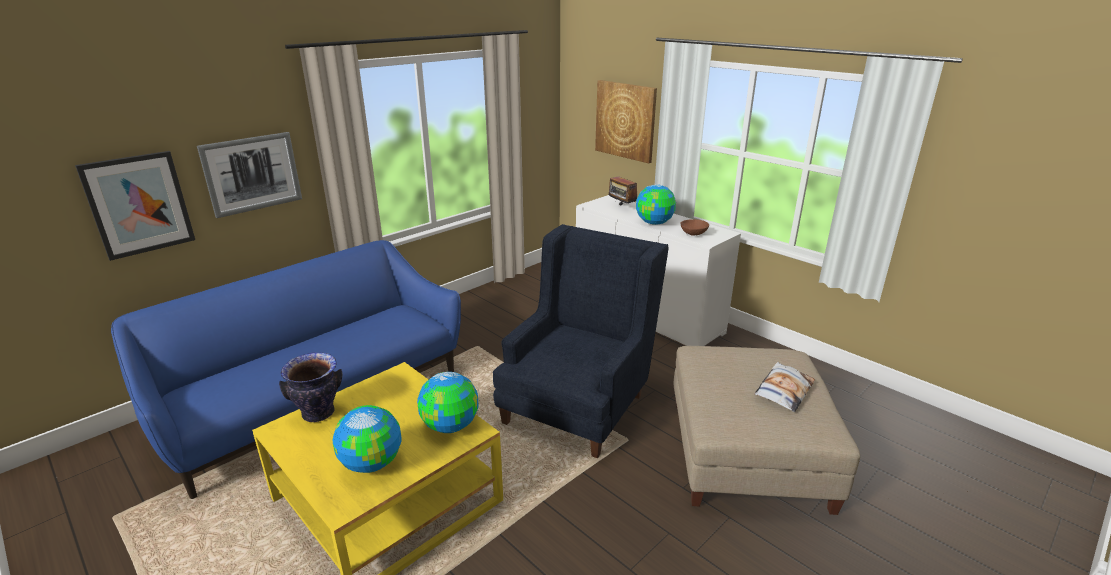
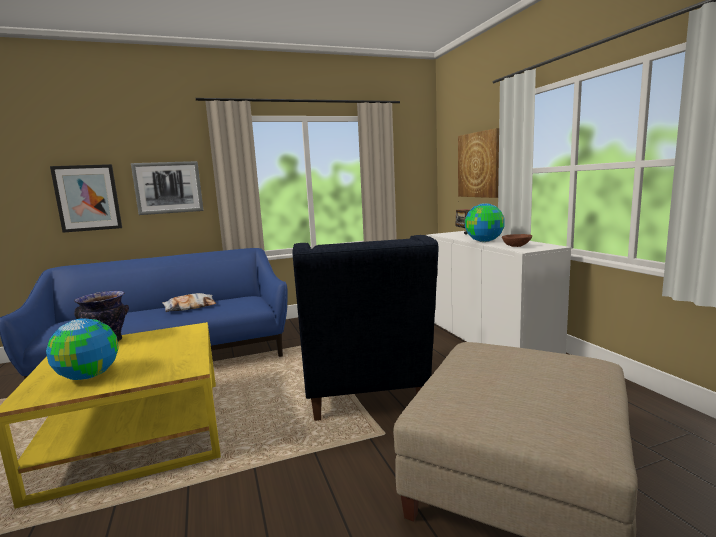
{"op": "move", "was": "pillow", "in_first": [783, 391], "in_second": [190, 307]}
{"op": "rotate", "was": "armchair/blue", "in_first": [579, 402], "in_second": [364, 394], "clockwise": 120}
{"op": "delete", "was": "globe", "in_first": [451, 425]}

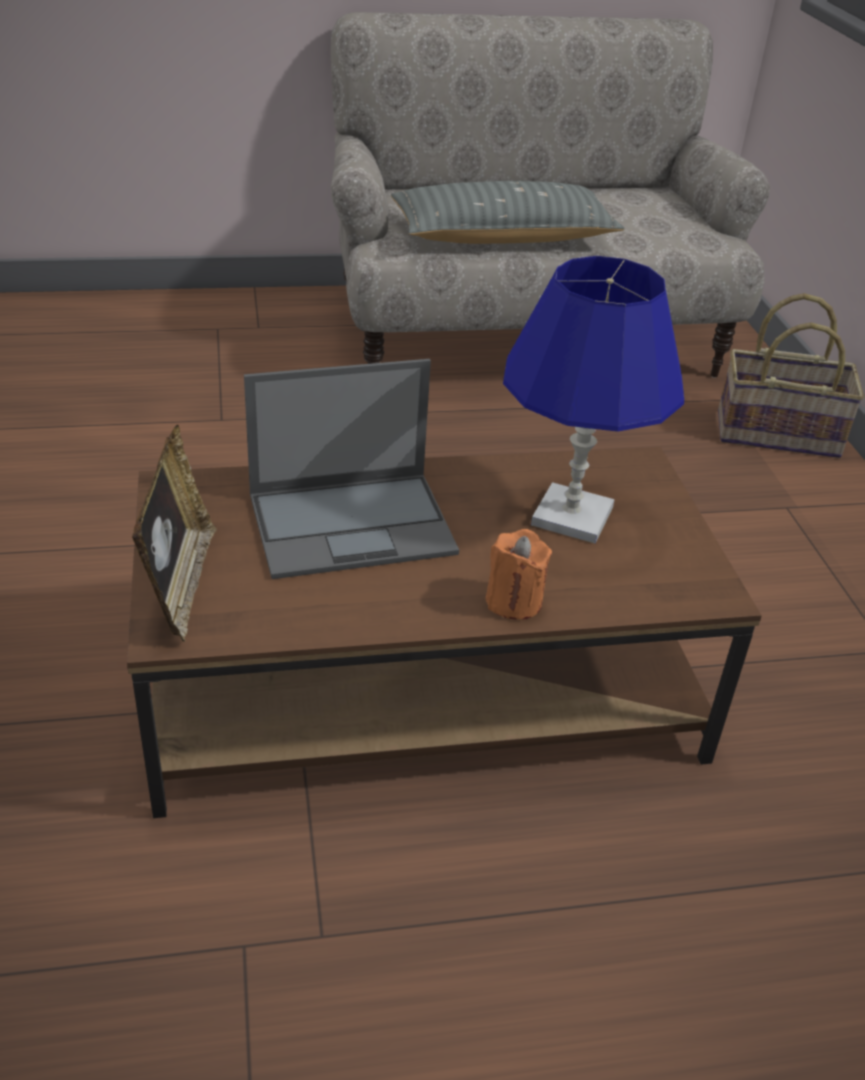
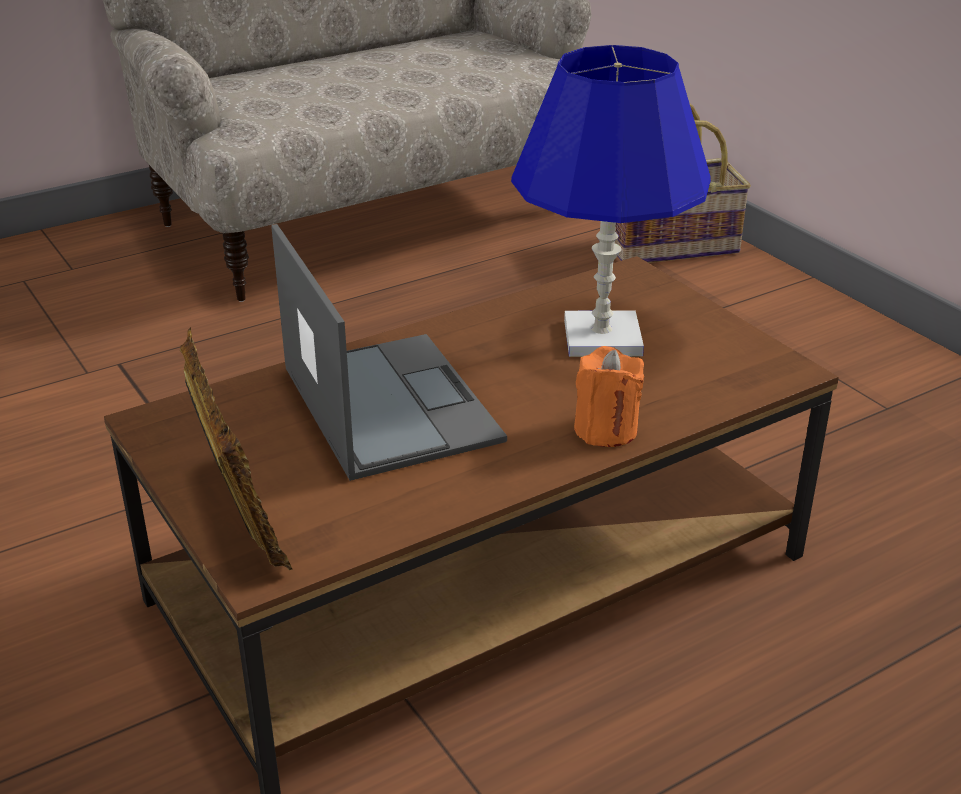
{"op": "rotate", "was": "laptop", "in_first": [354, 523], "in_second": [388, 403], "clockwise": -75}
{"op": "delete", "was": "pillow/grey", "in_first": [503, 236]}

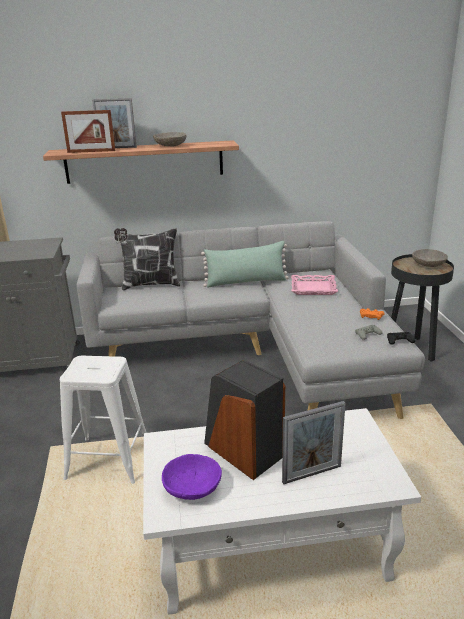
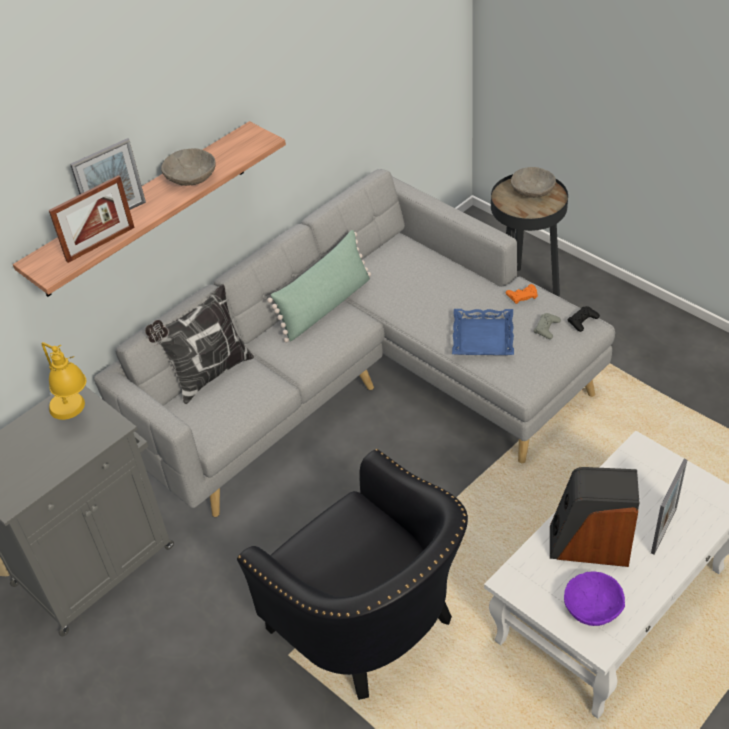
{"op": "insert", "now": "table lamp/yellow", "in_second": [75, 414]}
{"op": "replace", "was": "stool/white", "now": "armchair/black", "in_first": [108, 460], "in_second": [371, 626]}
{"op": "insert", "now": "tray/blue", "in_second": [483, 337]}
{"op": "delete", "was": "tray/pink", "in_first": [313, 288]}

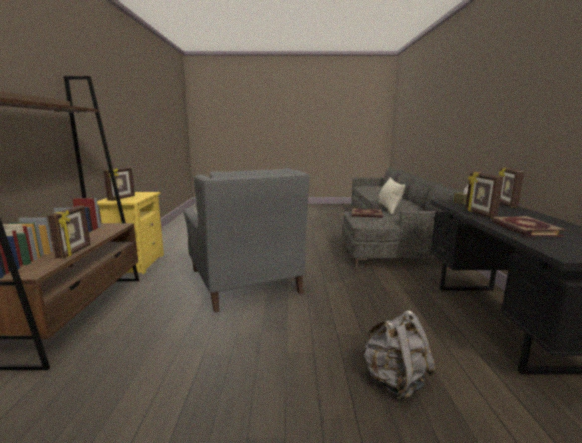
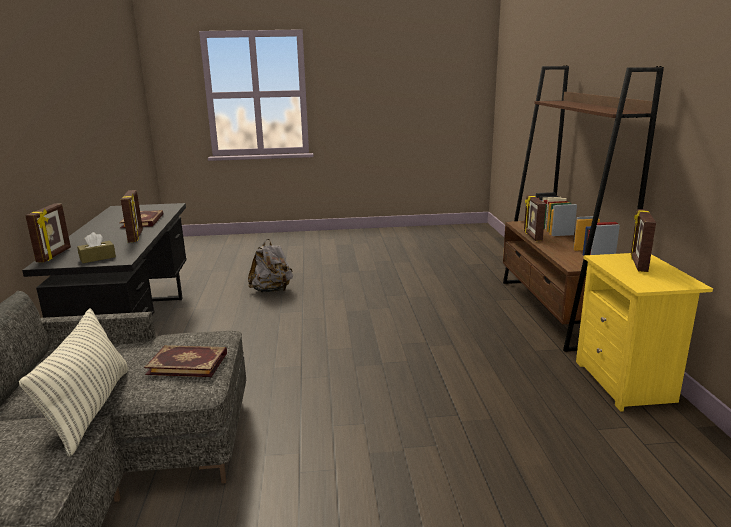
{"op": "delete", "was": "armchair/grey", "in_first": [244, 281]}

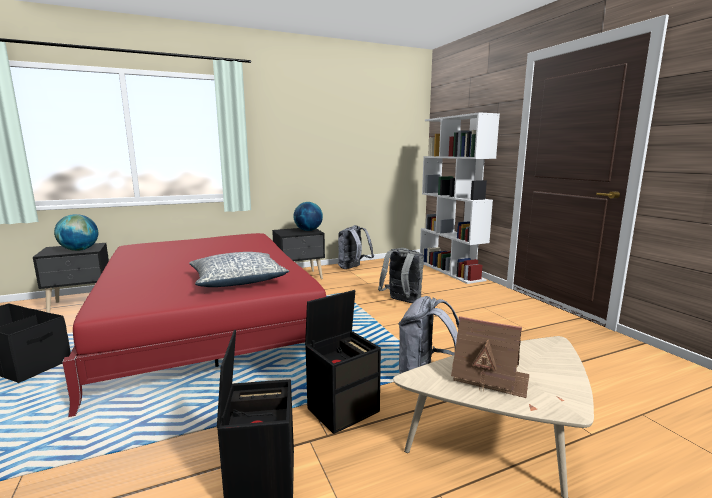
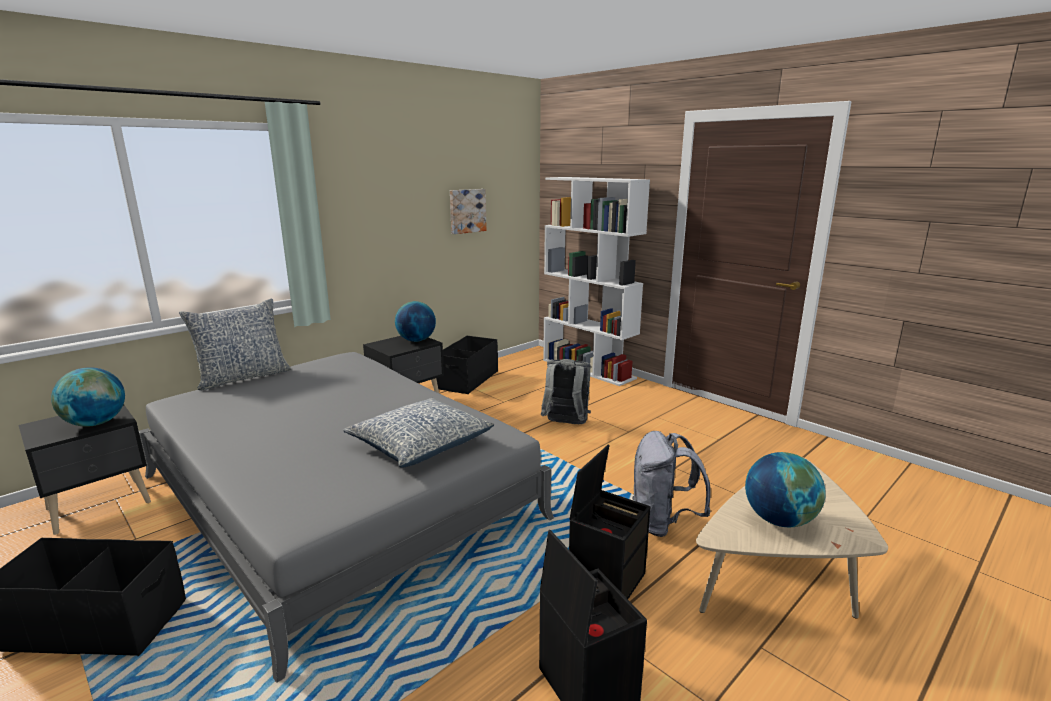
{"op": "recolor", "was": "bed/red", "now": "bed/grey", "in_first": [207, 321], "in_second": [337, 496]}
{"op": "insert", "now": "pillow", "in_second": [243, 377]}
{"op": "replace", "was": "backpack/grey", "now": "storage box/black", "in_first": [353, 268], "in_second": [467, 380]}
{"op": "insert", "now": "picture", "in_second": [467, 211]}
{"op": "replace", "was": "toy house", "now": "globe", "in_first": [489, 377], "in_second": [779, 520]}

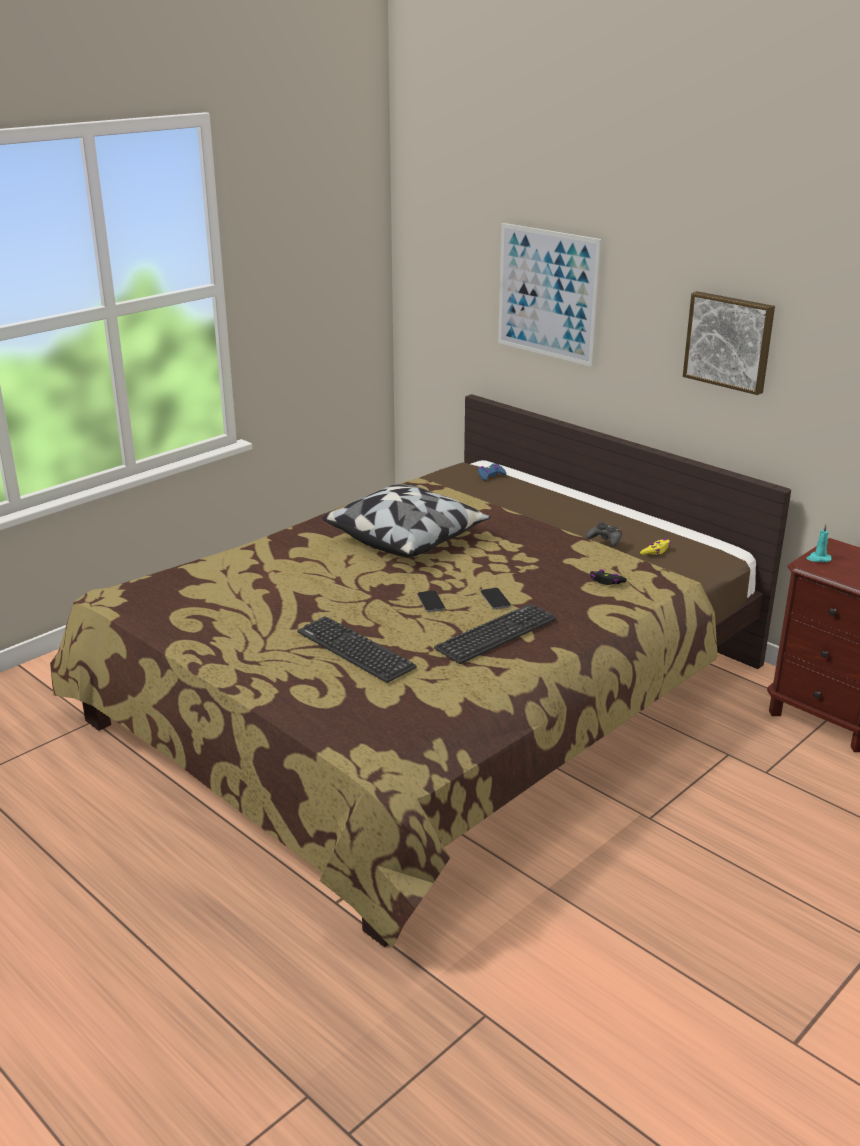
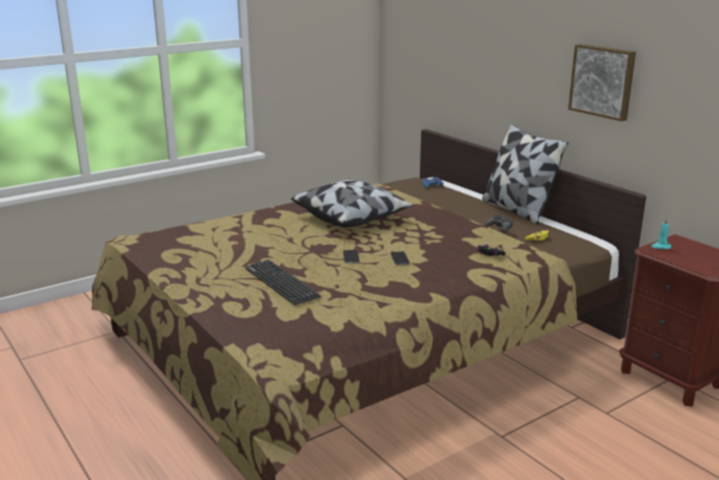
{"op": "insert", "now": "pillow", "in_second": [517, 210]}
{"op": "delete", "was": "keyboard", "in_first": [496, 634]}
{"op": "delete", "was": "picture", "in_first": [547, 293]}

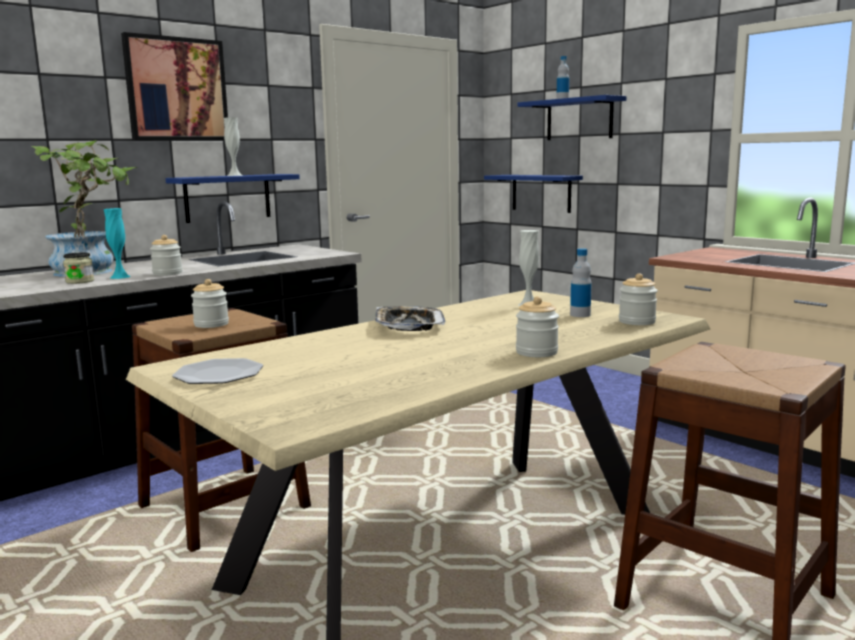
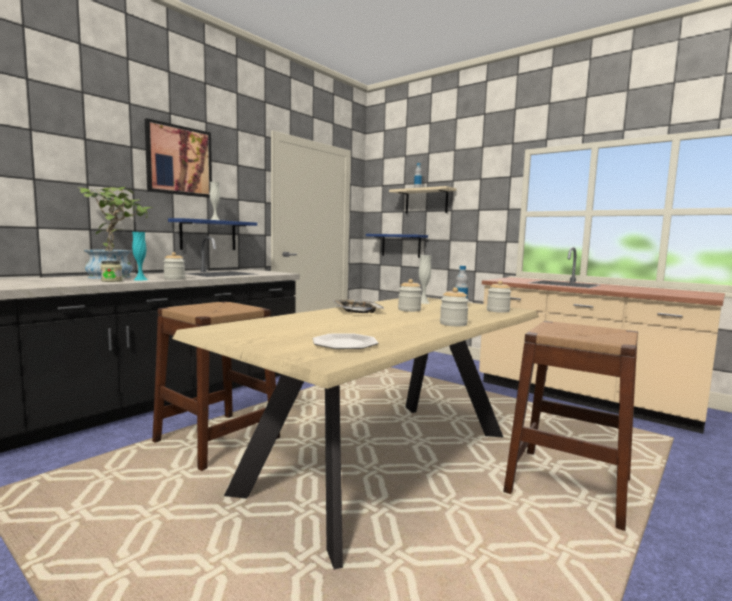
{"op": "move", "was": "plate", "in_first": [219, 374], "in_second": [345, 344]}
{"op": "recolor", "was": "shelf/blue", "now": "shelf/beige", "in_first": [579, 119], "in_second": [426, 201]}
{"op": "move", "was": "jar", "in_first": [211, 324], "in_second": [409, 310]}

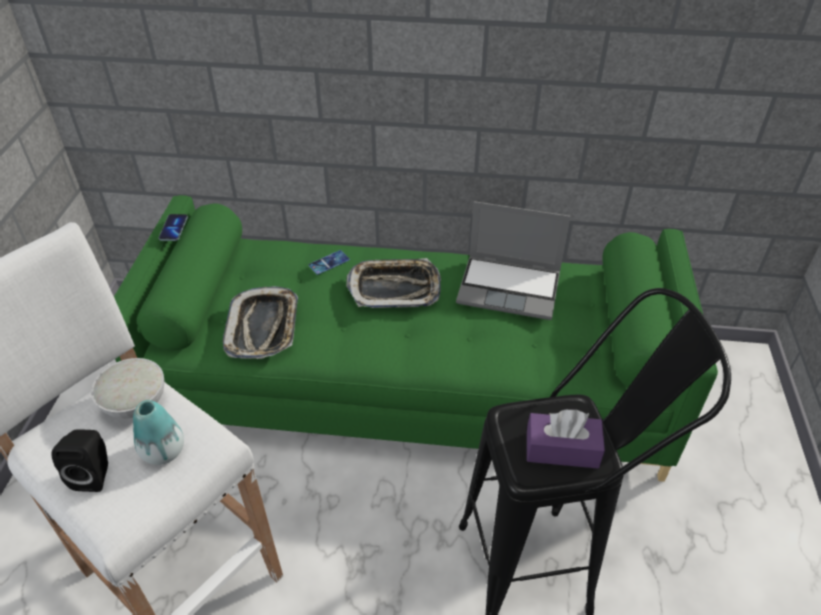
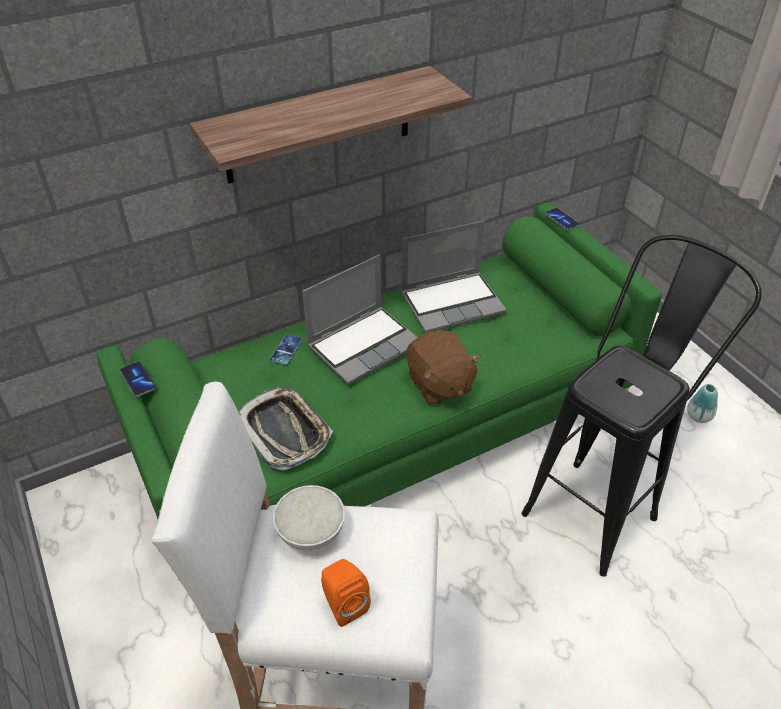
{"op": "insert", "now": "shelf", "in_second": [318, 125]}
{"op": "replace", "was": "tray", "now": "laptop", "in_first": [394, 288], "in_second": [364, 345]}
{"op": "recolor", "was": "speaker/black", "now": "speaker/orange", "in_first": [95, 474], "in_second": [343, 604]}
{"op": "insert", "now": "plush toy/brown", "in_second": [439, 384]}
{"op": "insert", "now": "phone", "in_second": [562, 220]}
{"op": "move", "was": "vase", "in_first": [163, 451], "in_second": [698, 416]}
{"op": "delete", "was": "tissue box/purple", "in_first": [562, 449]}

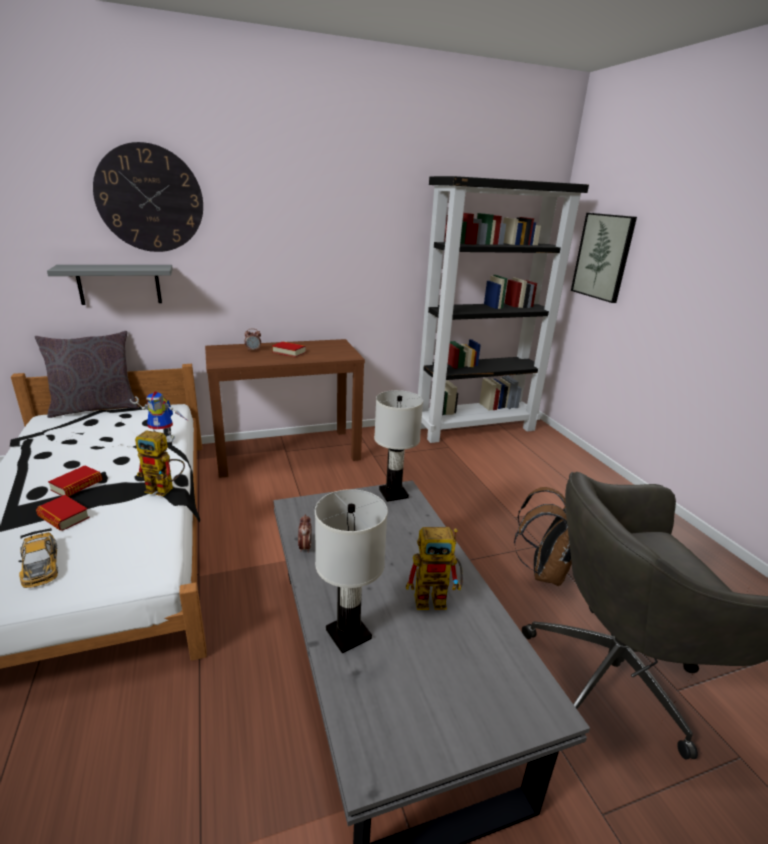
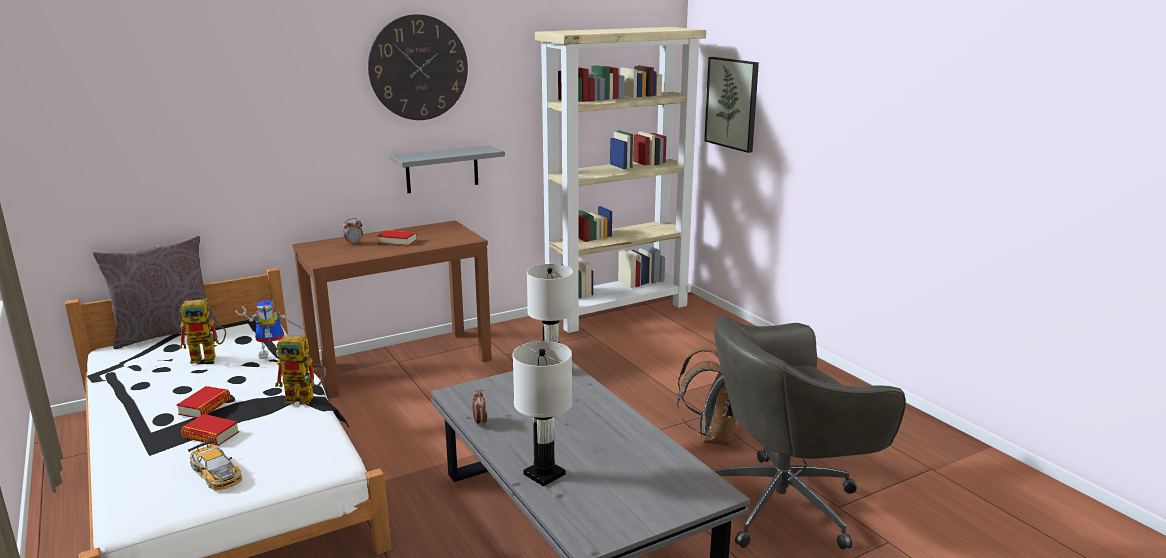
{"op": "move", "was": "toy robot", "in_first": [437, 598], "in_second": [209, 357]}
{"op": "move", "was": "wall clock", "in_first": [150, 199], "in_second": [418, 68]}
{"op": "move", "was": "shelf/grey", "in_first": [119, 284], "in_second": [442, 169]}
{"op": "recolor", "was": "bookcase/black", "now": "bookcase/beige", "in_first": [475, 427], "in_second": [617, 310]}

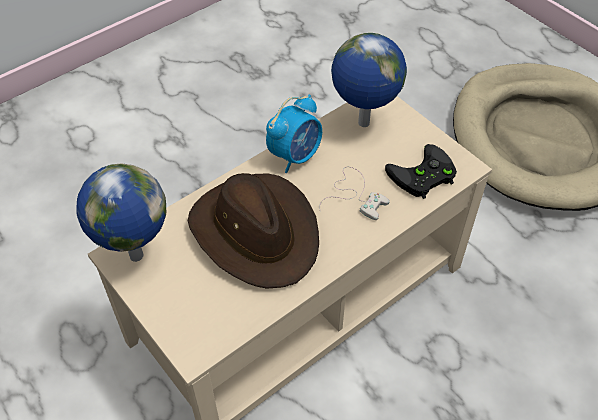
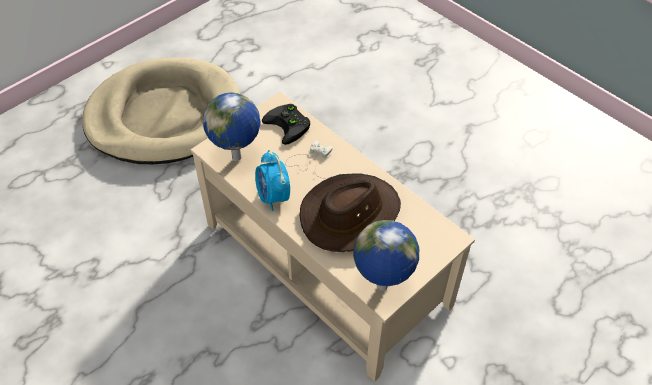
{"op": "rotate", "was": "alarm clock", "in_first": [295, 155], "in_second": [273, 197], "clockwise": -150}

